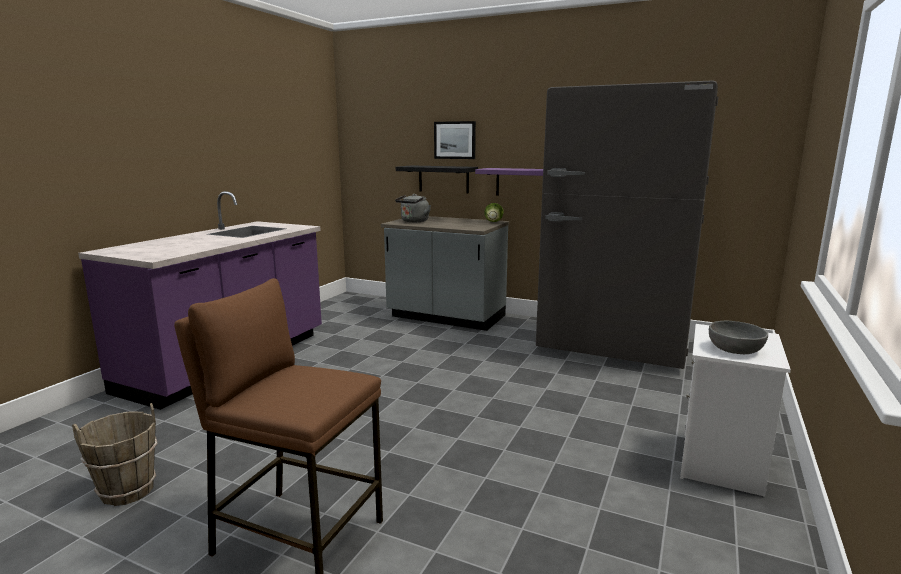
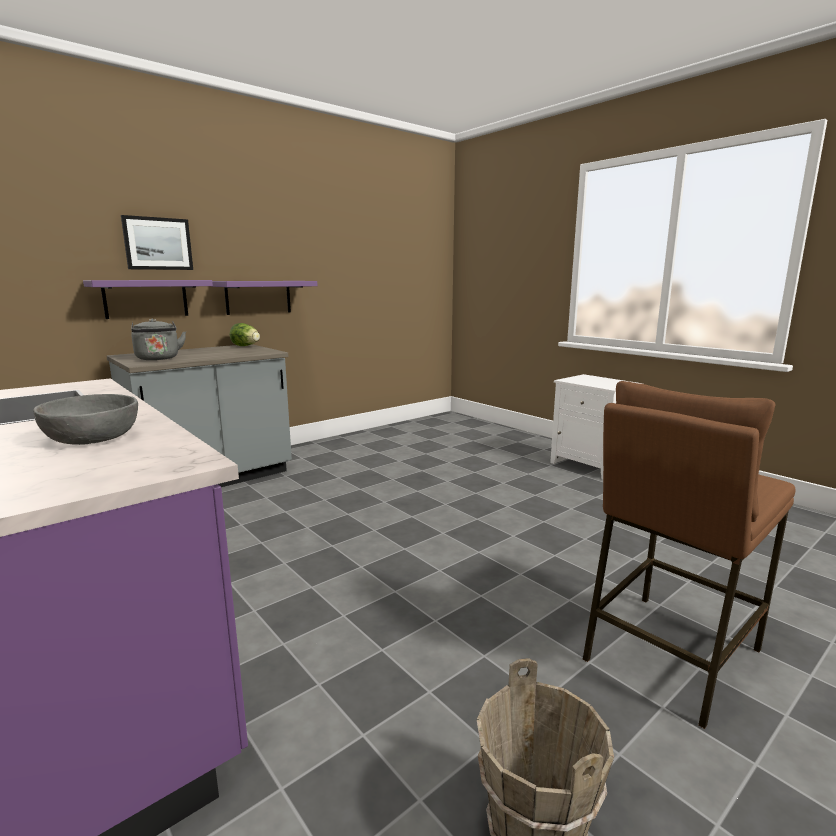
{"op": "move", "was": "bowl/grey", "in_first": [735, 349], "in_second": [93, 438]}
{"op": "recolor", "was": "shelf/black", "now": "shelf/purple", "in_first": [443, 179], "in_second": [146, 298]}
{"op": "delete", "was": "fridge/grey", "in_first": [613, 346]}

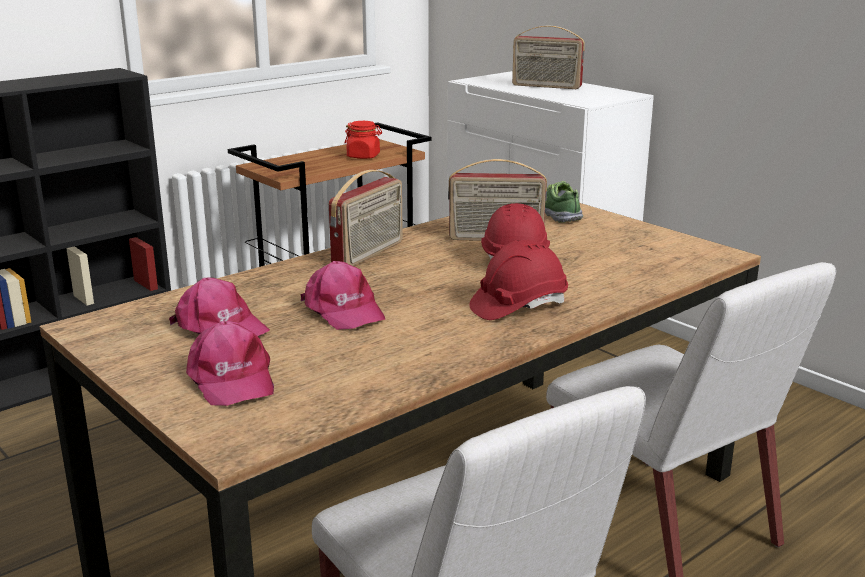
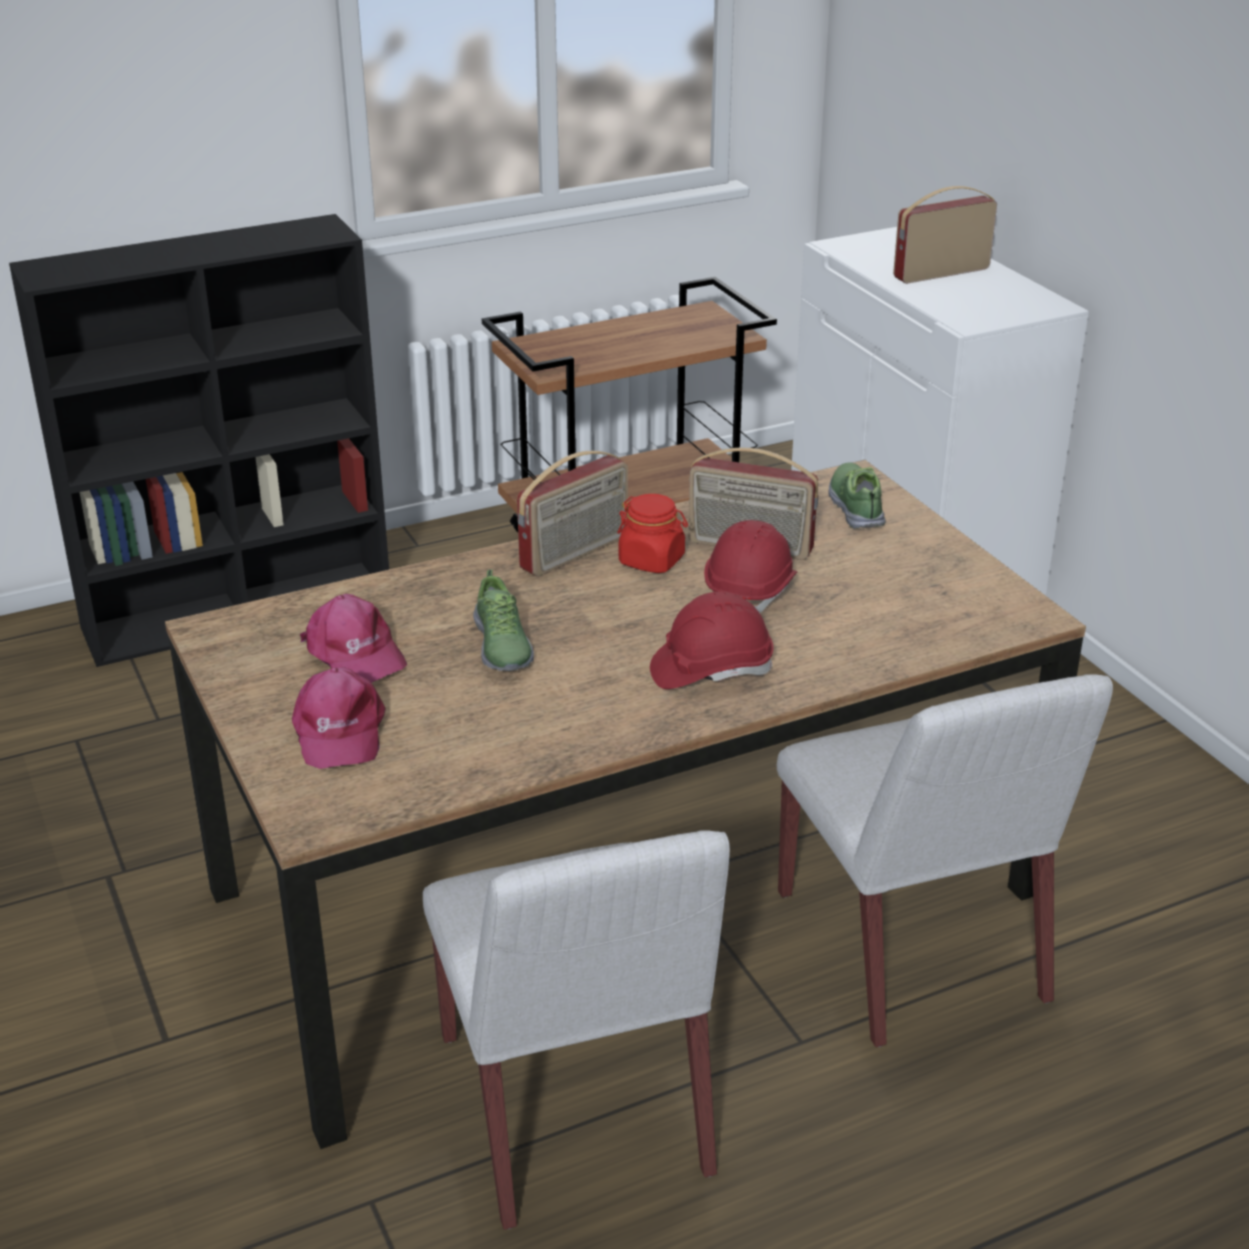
{"op": "replace", "was": "cap/pink", "now": "shoe", "in_first": [343, 310], "in_second": [501, 646]}
{"op": "move", "was": "jar/red", "in_first": [363, 156], "in_second": [652, 560]}
{"op": "rotate", "was": "radio", "in_first": [546, 86], "in_second": [940, 273], "clockwise": 120}

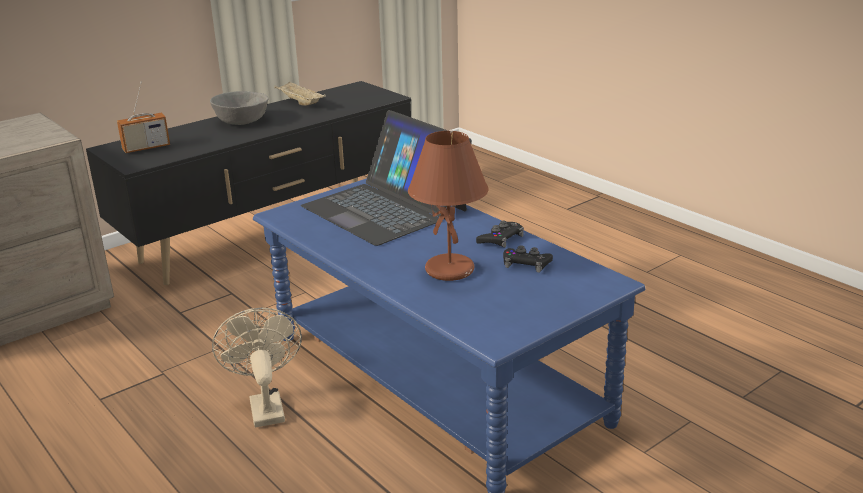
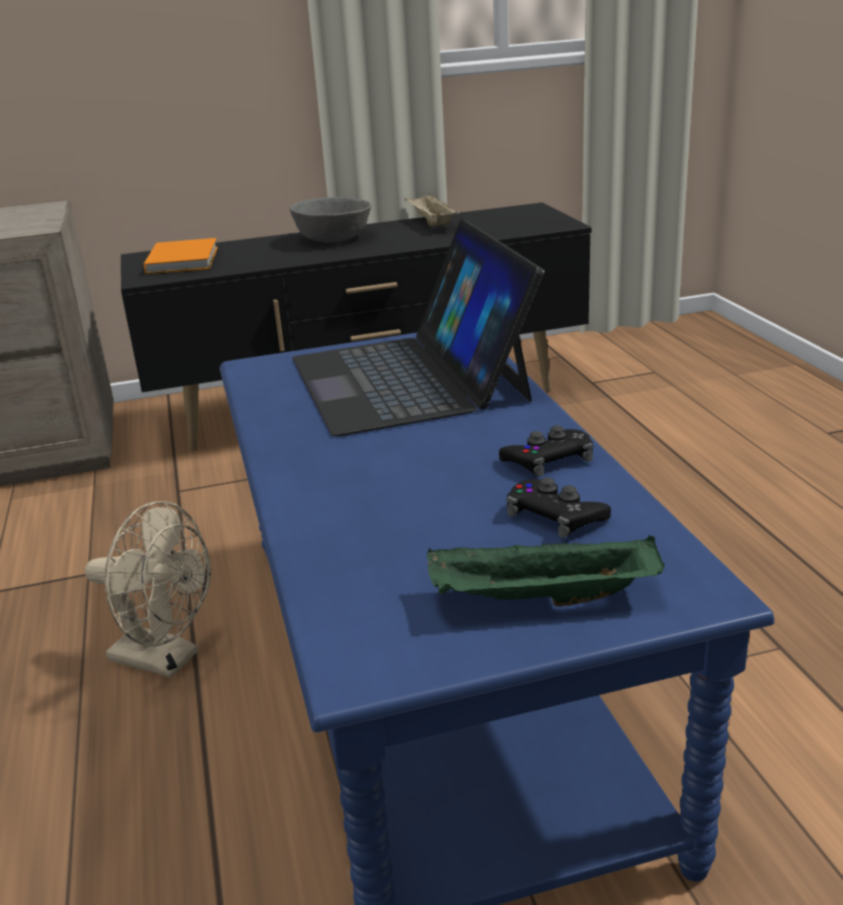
{"op": "rotate", "was": "fan/beige", "in_first": [265, 406], "in_second": [166, 659], "clockwise": 105}
{"op": "replace", "was": "radio", "now": "book/orange", "in_first": [146, 148], "in_second": [184, 260]}
{"op": "insert", "now": "tray/green", "in_second": [541, 600]}
{"op": "delete", "was": "table lamp/brown", "in_first": [451, 270]}

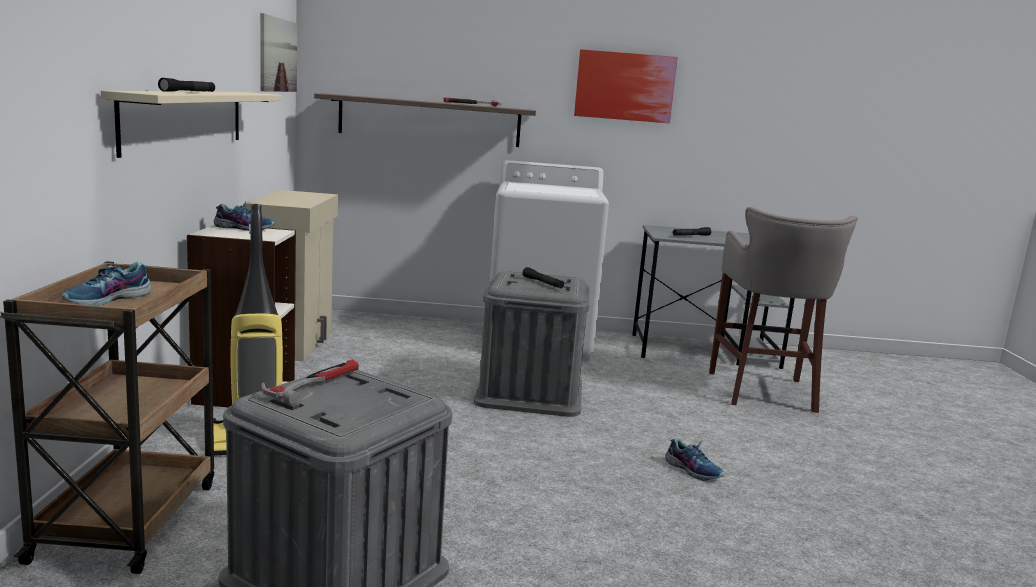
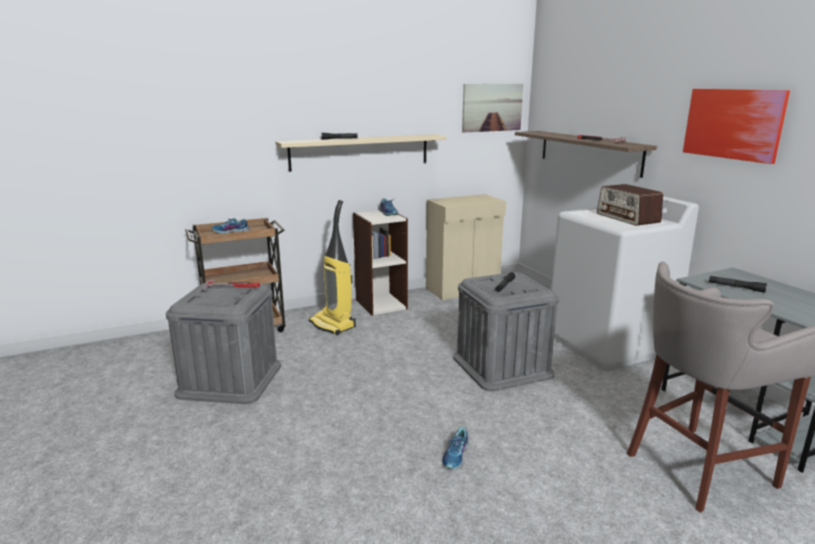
{"op": "insert", "now": "radio", "in_second": [627, 218]}

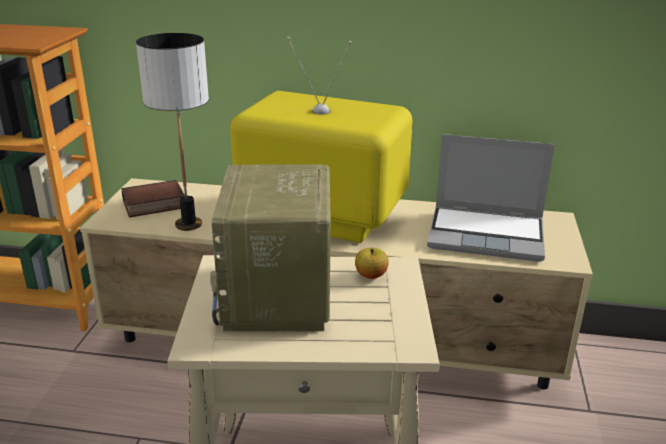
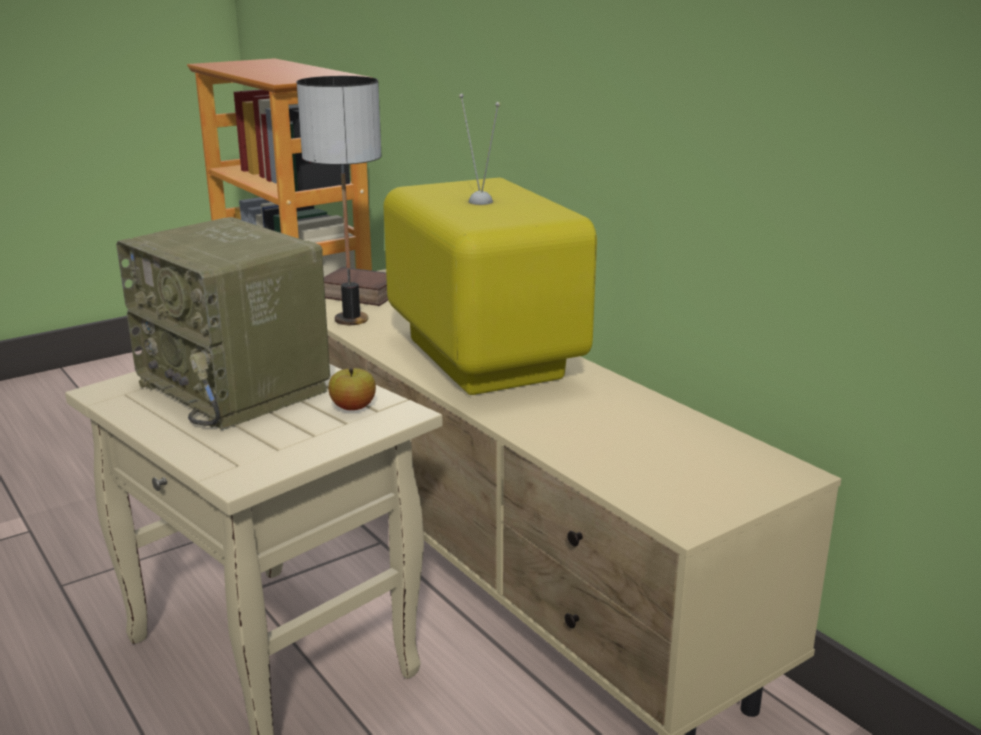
{"op": "rotate", "was": "radio", "in_first": [279, 297], "in_second": [237, 387], "clockwise": -90}
{"op": "delete", "was": "laptop", "in_first": [487, 235]}

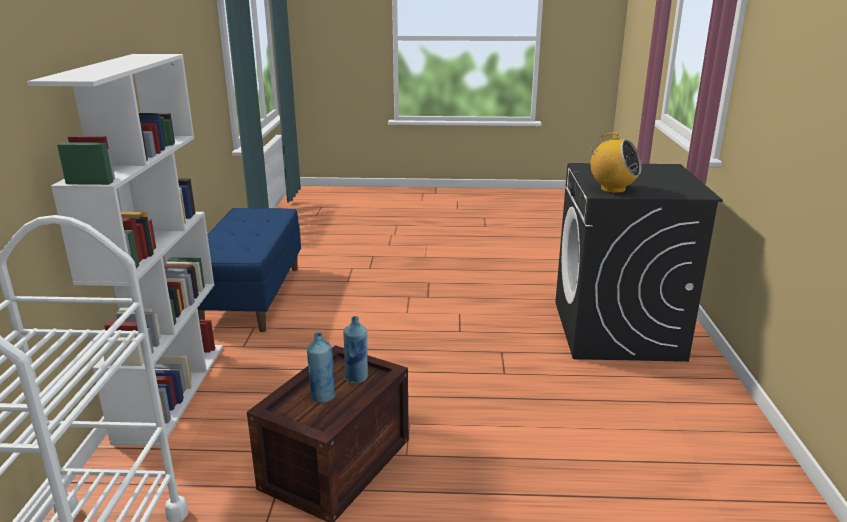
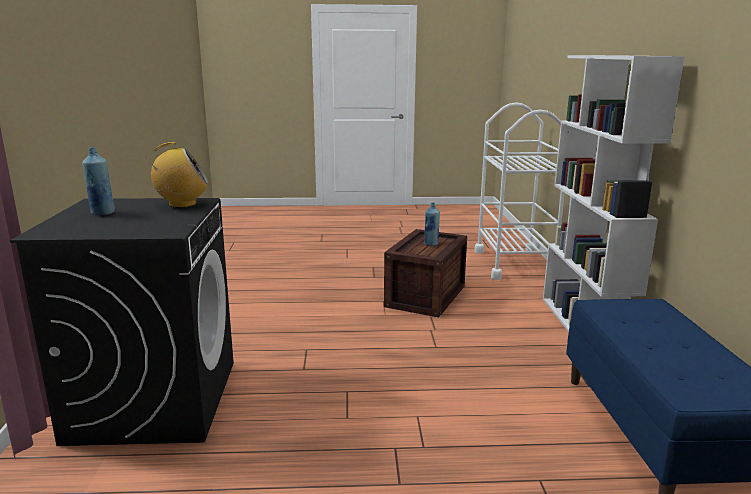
{"op": "move", "was": "bottle/blue", "in_first": [356, 378], "in_second": [102, 213]}
{"op": "rotate", "was": "radio", "in_first": [612, 189], "in_second": [182, 204], "clockwise": 135}

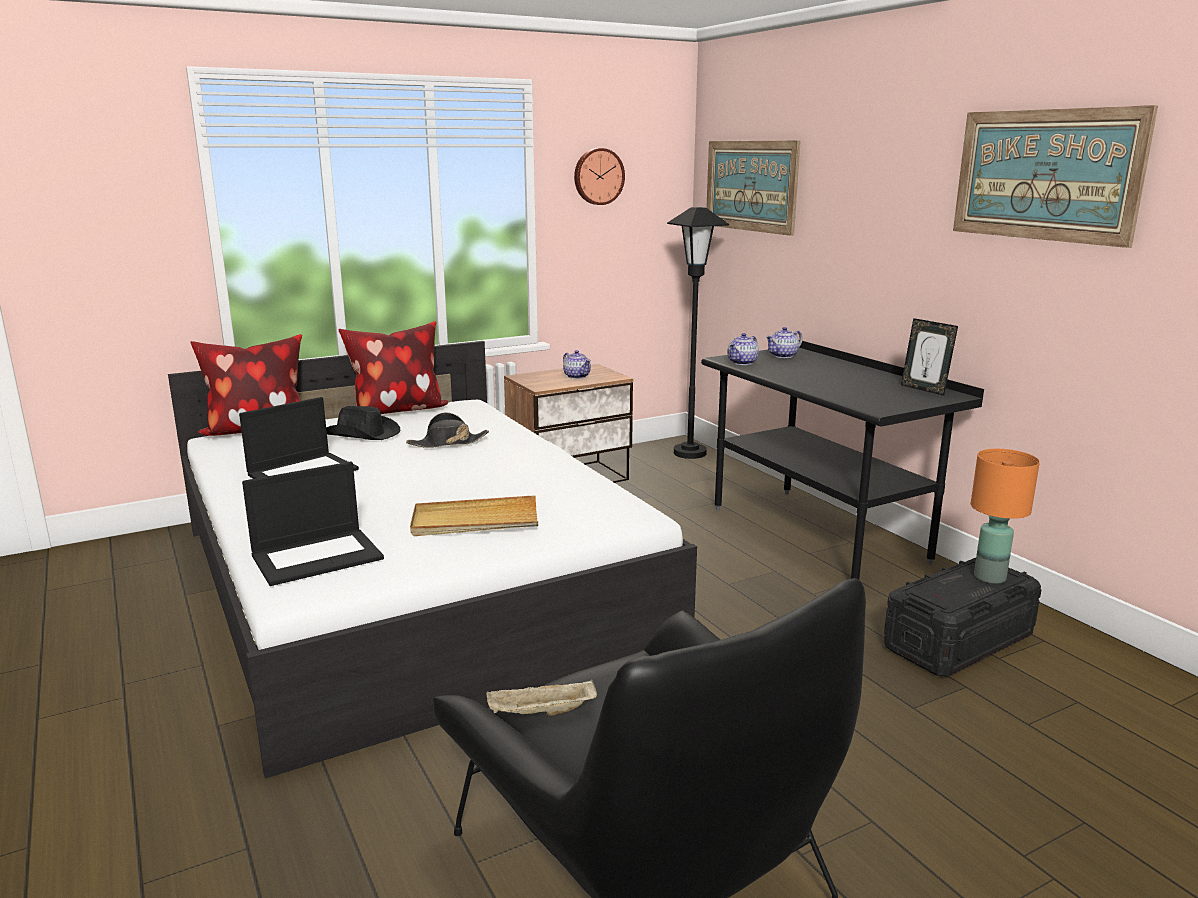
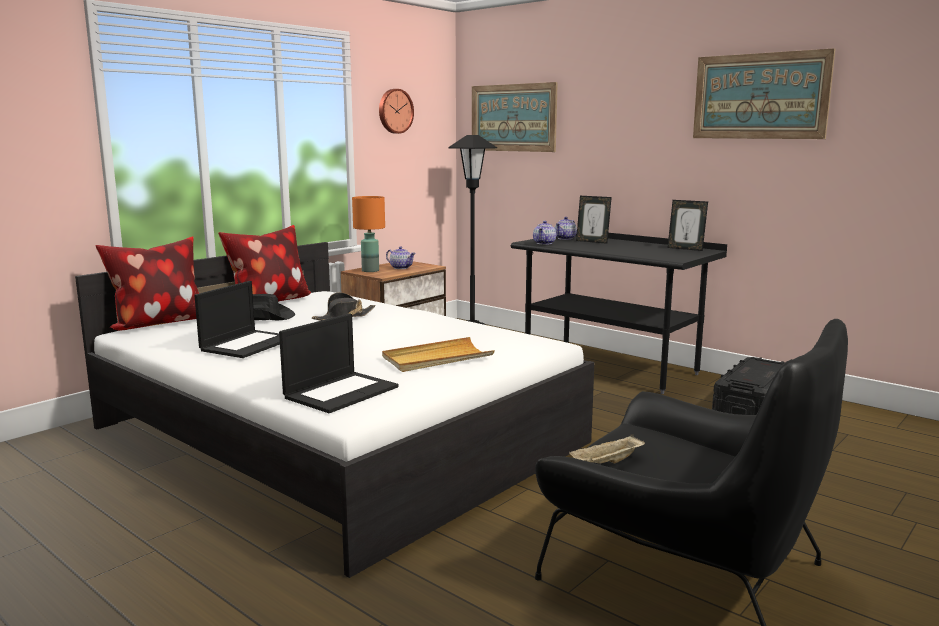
{"op": "move", "was": "table lamp/orange", "in_first": [989, 577], "in_second": [370, 271]}
{"op": "insert", "now": "picture frame", "in_second": [592, 241]}

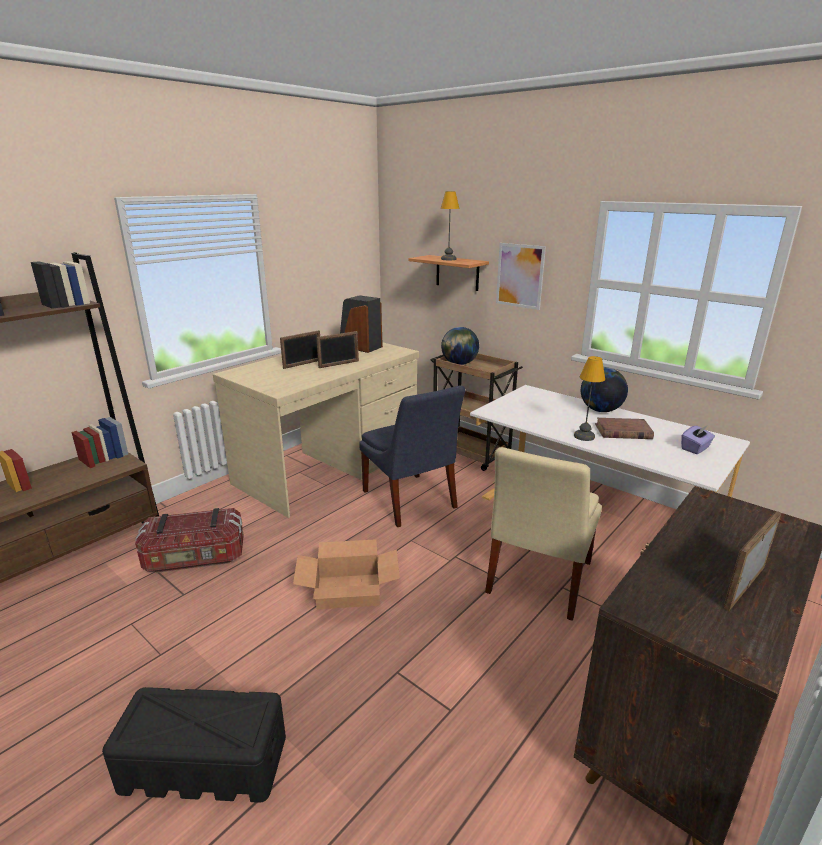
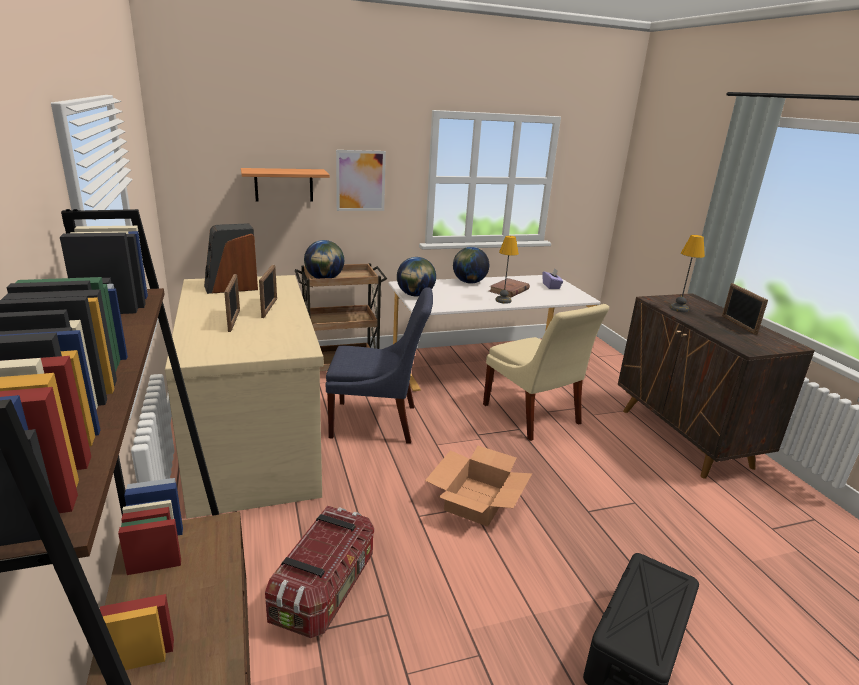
{"op": "insert", "now": "globe", "in_second": [415, 295]}
{"op": "move", "was": "table lamp", "in_first": [448, 259], "in_second": [679, 309]}

